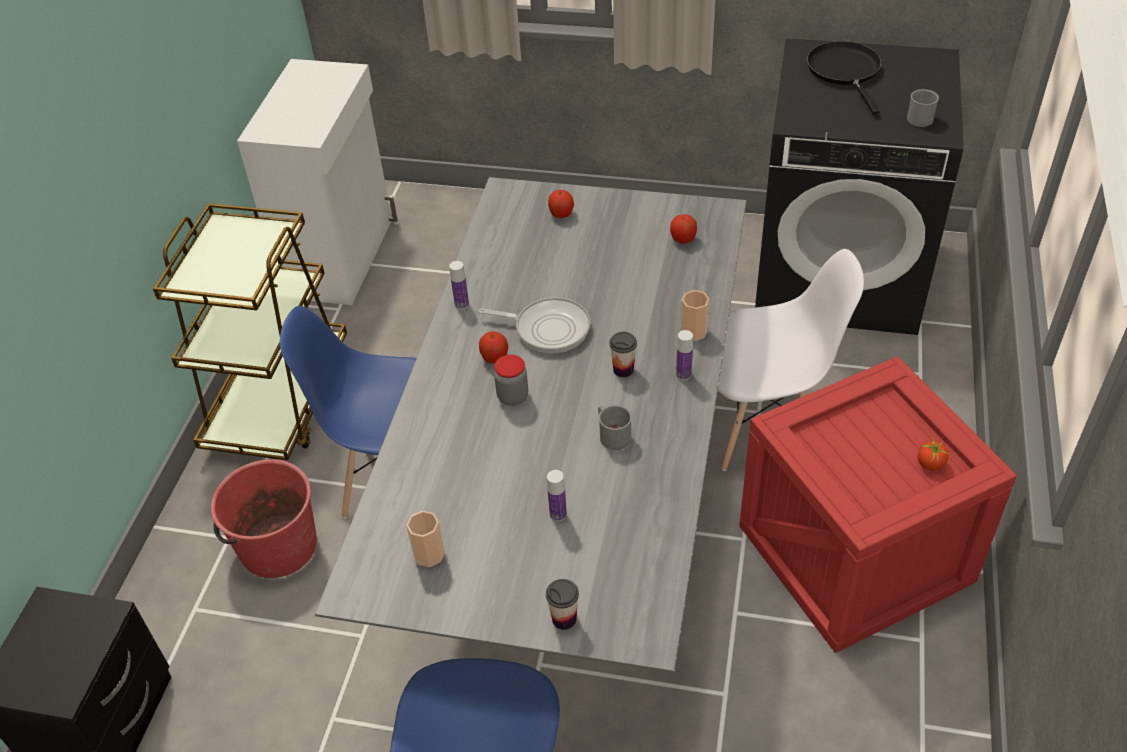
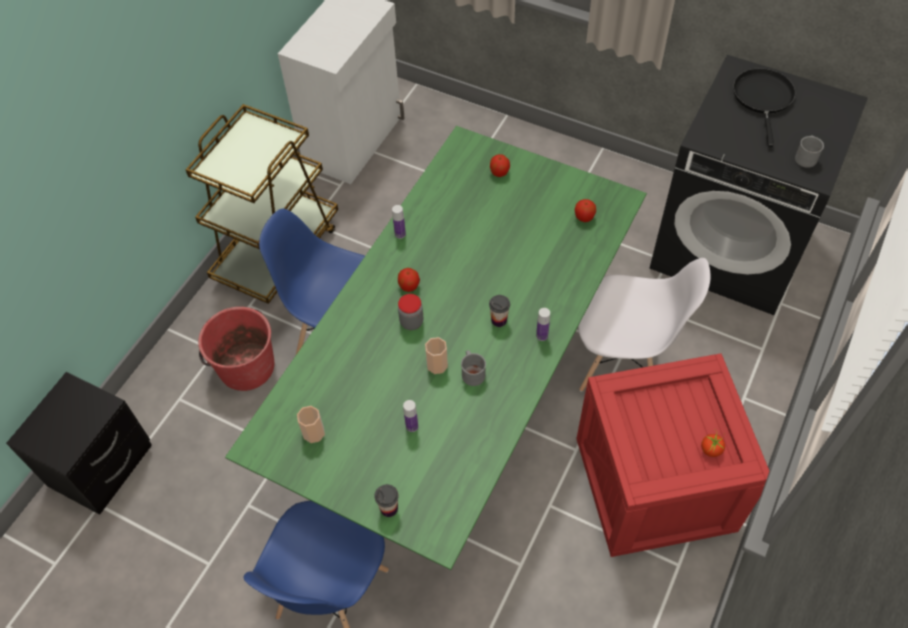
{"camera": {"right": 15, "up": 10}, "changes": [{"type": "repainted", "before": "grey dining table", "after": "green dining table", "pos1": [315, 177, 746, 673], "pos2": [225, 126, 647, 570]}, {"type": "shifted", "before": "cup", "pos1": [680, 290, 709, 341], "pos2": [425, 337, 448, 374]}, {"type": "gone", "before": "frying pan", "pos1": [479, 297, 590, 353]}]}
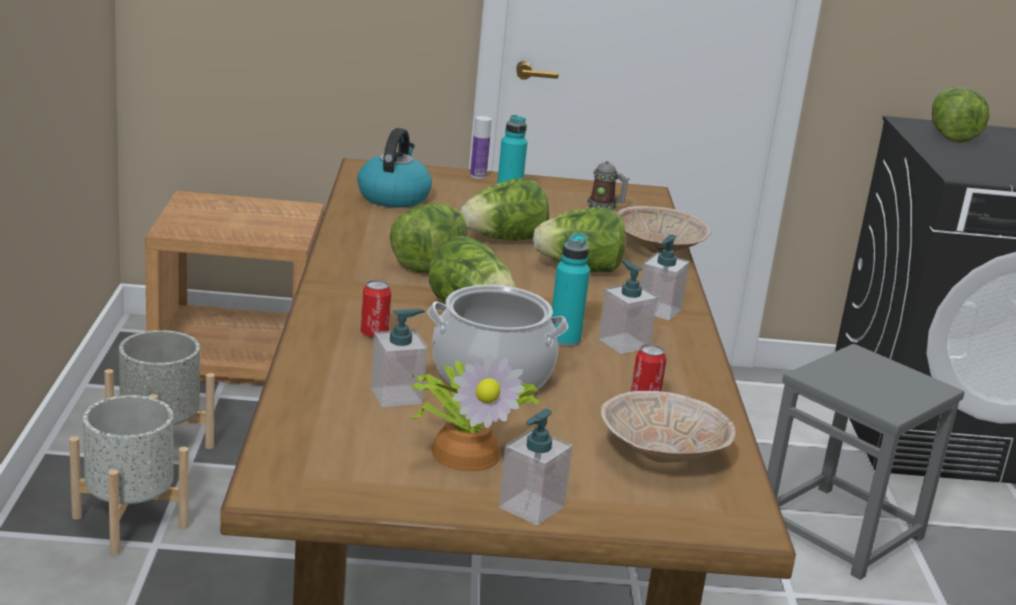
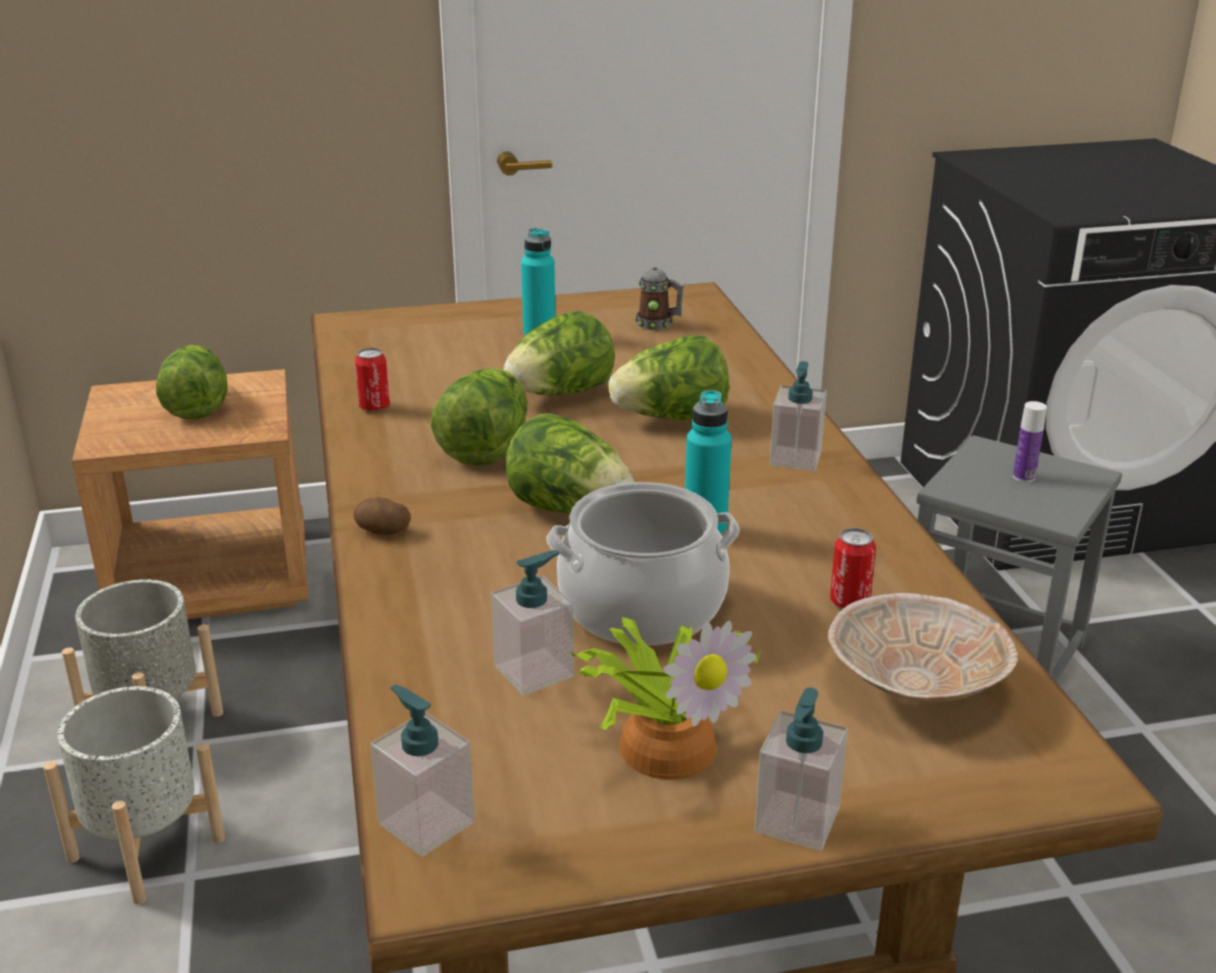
{"camera": {"right": -10, "up": 5}, "changes": [{"type": "shifted", "before": "lettuce", "pos1": [932, 87, 989, 143], "pos2": [156, 345, 228, 419]}, {"type": "new", "after": "potato", "pos2": [353, 497, 411, 535]}, {"type": "shifted", "before": "can", "pos1": [360, 280, 391, 338], "pos2": [355, 348, 390, 412]}, {"type": "shifted", "before": "soap dispenser", "pos1": [598, 260, 658, 354], "pos2": [370, 685, 475, 857]}, {"type": "shifted", "before": "bottle", "pos1": [470, 116, 492, 179], "pos2": [1013, 401, 1047, 482]}, {"type": "gone", "before": "kettle", "pos1": [357, 128, 432, 208]}, {"type": "gone", "before": "beige bowl", "pos1": [617, 206, 711, 253]}]}
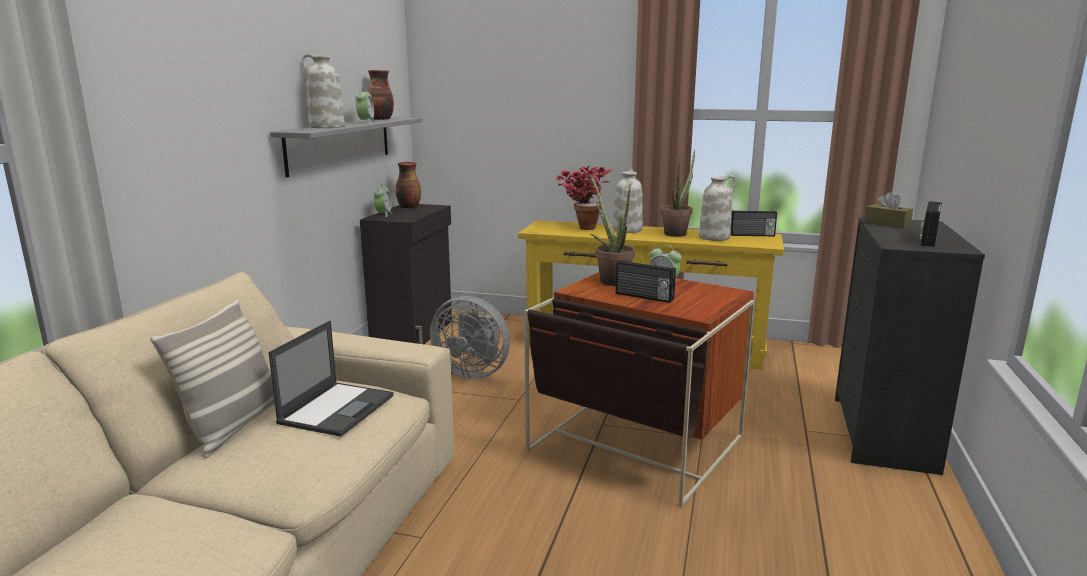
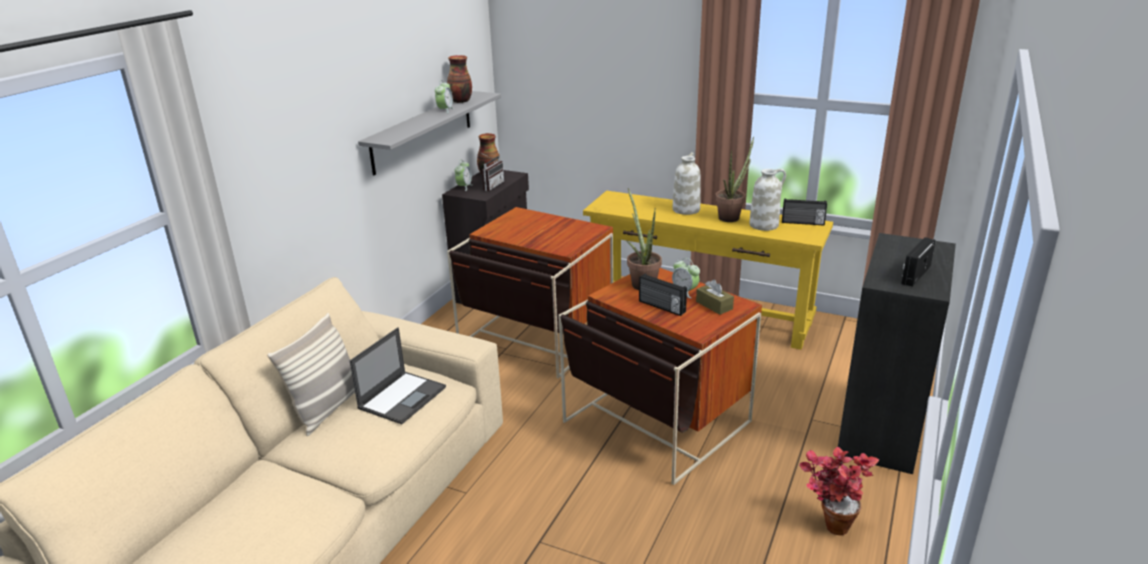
{"camera": {"right": 10, "up": 10}, "changes": [{"type": "swapped", "before": "grey fan", "after": "side table", "pos1": [430, 296, 510, 379], "pos2": [447, 207, 613, 379]}, {"type": "new", "after": "radio", "pos2": [479, 152, 504, 191]}, {"type": "shifted", "before": "brown tissue box", "pos1": [865, 192, 913, 228], "pos2": [696, 279, 734, 315]}, {"type": "shifted", "before": "potted plant", "pos1": [557, 166, 611, 230], "pos2": [799, 447, 879, 535]}, {"type": "gone", "before": "white vase", "pos1": [302, 53, 345, 128]}]}
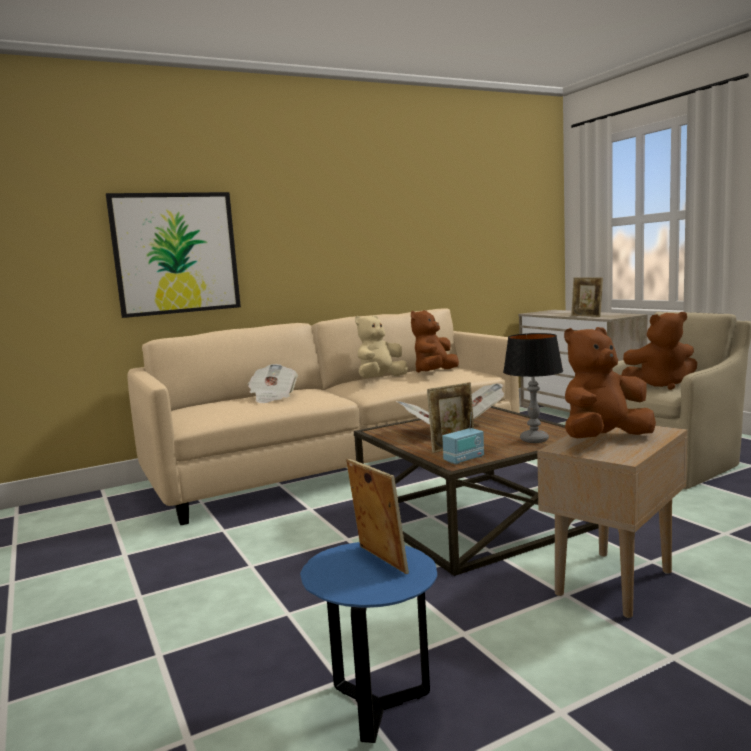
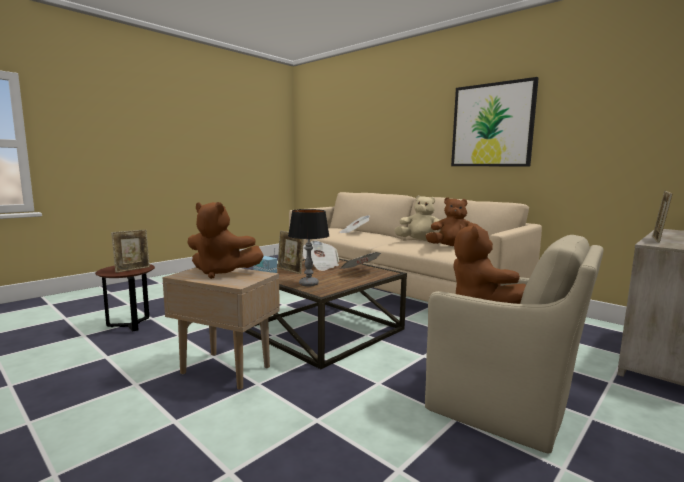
{"camera": {"right": 70, "up": 0}, "changes": [{"type": "repainted", "before": "blue side table", "after": "brown side table", "pos1": [300, 542, 437, 743], "pos2": [95, 264, 155, 332]}, {"type": "rotated", "before": "brown plush toy", "pos1": [564, 327, 656, 438], "pos2": [187, 202, 264, 279], "turn": 150}, {"type": "shifted", "before": "picture", "pos1": [106, 192, 241, 318], "pos2": [451, 77, 539, 167]}]}
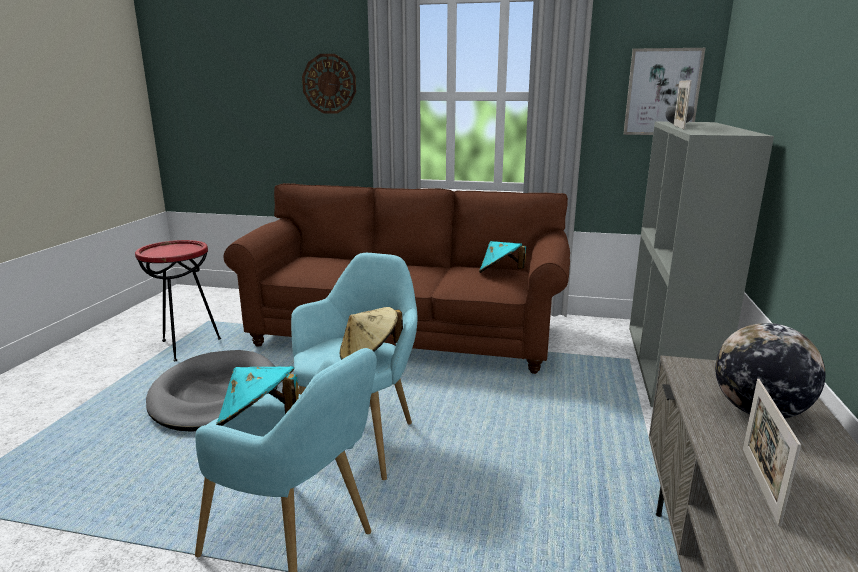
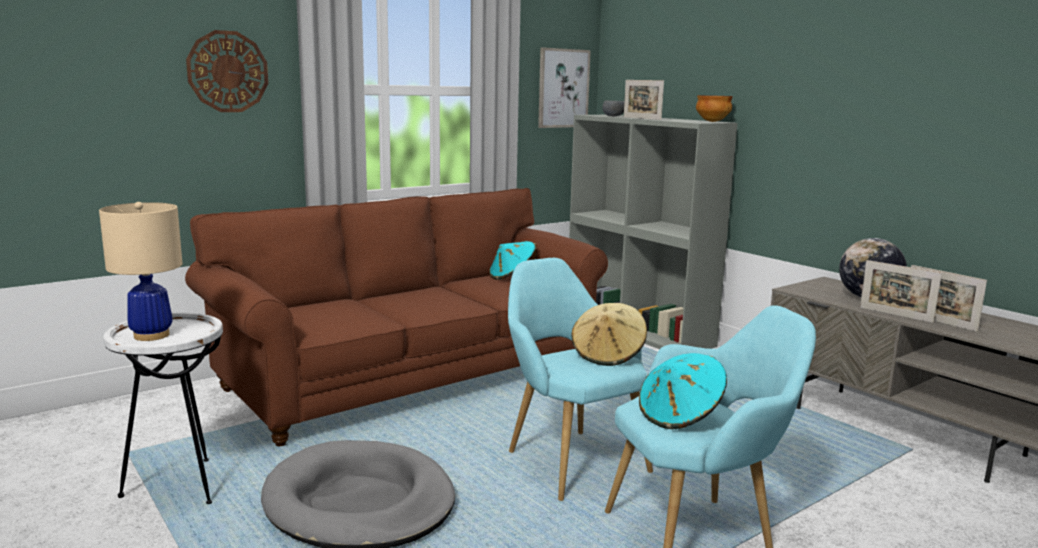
{"camera": {"right": -50, "up": -5}, "changes": [{"type": "new", "after": "beige table lamp", "pos2": [99, 202, 183, 341]}, {"type": "repainted", "before": "red side table", "after": "white side table", "pos1": [135, 240, 221, 361], "pos2": [103, 313, 223, 504]}, {"type": "new", "after": "bowl", "pos2": [696, 95, 733, 122]}, {"type": "new", "after": "picture frame", "pos2": [860, 260, 942, 323]}]}
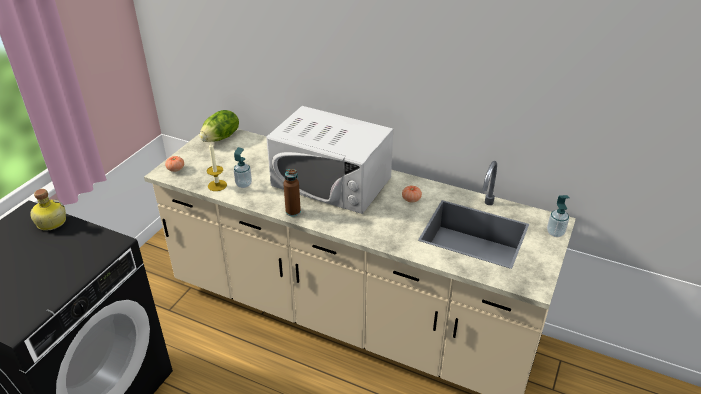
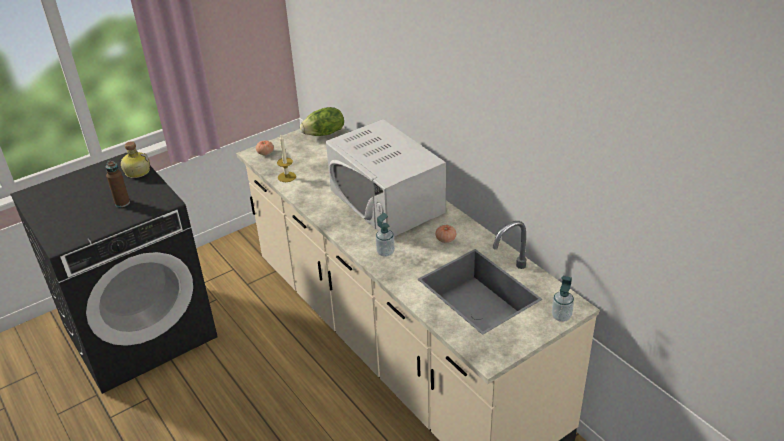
{"camera": {"right": 30, "up": 0}, "changes": [{"type": "shifted", "before": "brown bottle", "pos1": [283, 169, 301, 216], "pos2": [106, 160, 130, 207]}, {"type": "shifted", "before": "soap dispenser", "pos1": [234, 147, 252, 188], "pos2": [376, 213, 395, 257]}]}
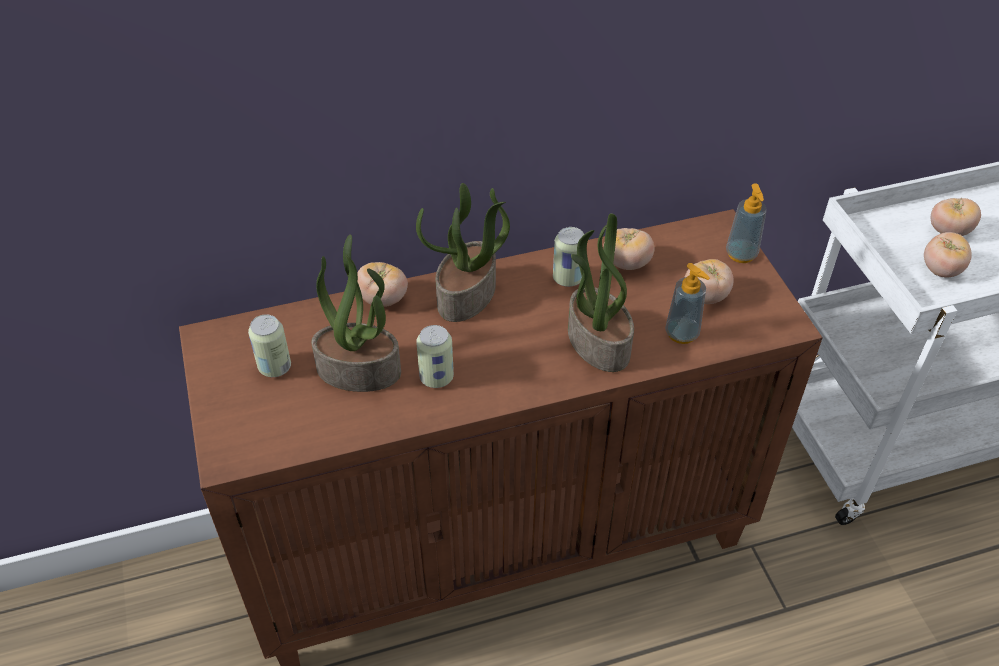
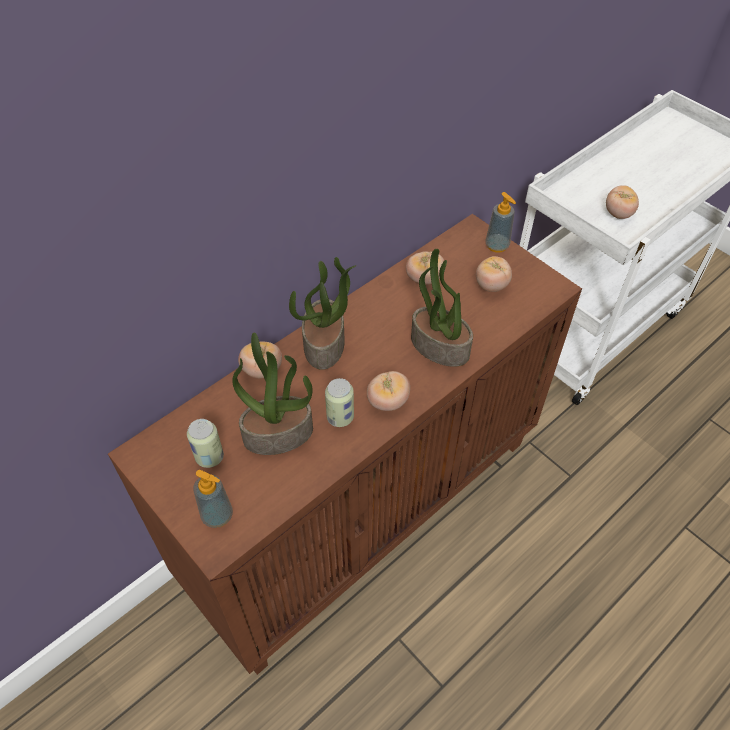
{"camera": {"right": -25, "up": 5}, "changes": [{"type": "shifted", "before": "soap dispenser", "pos1": [665, 263, 710, 344], "pos2": [193, 470, 233, 528]}, {"type": "shifted", "before": "tomato", "pos1": [931, 198, 981, 236], "pos2": [367, 371, 410, 411]}, {"type": "gone", "before": "can", "pos1": [553, 227, 584, 287]}]}
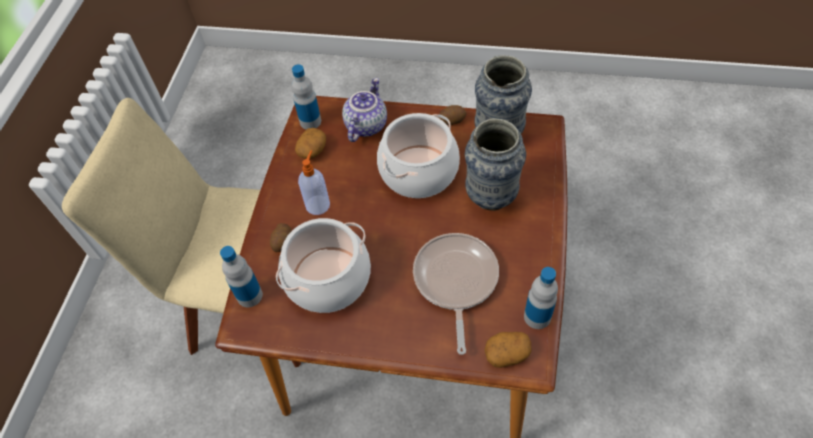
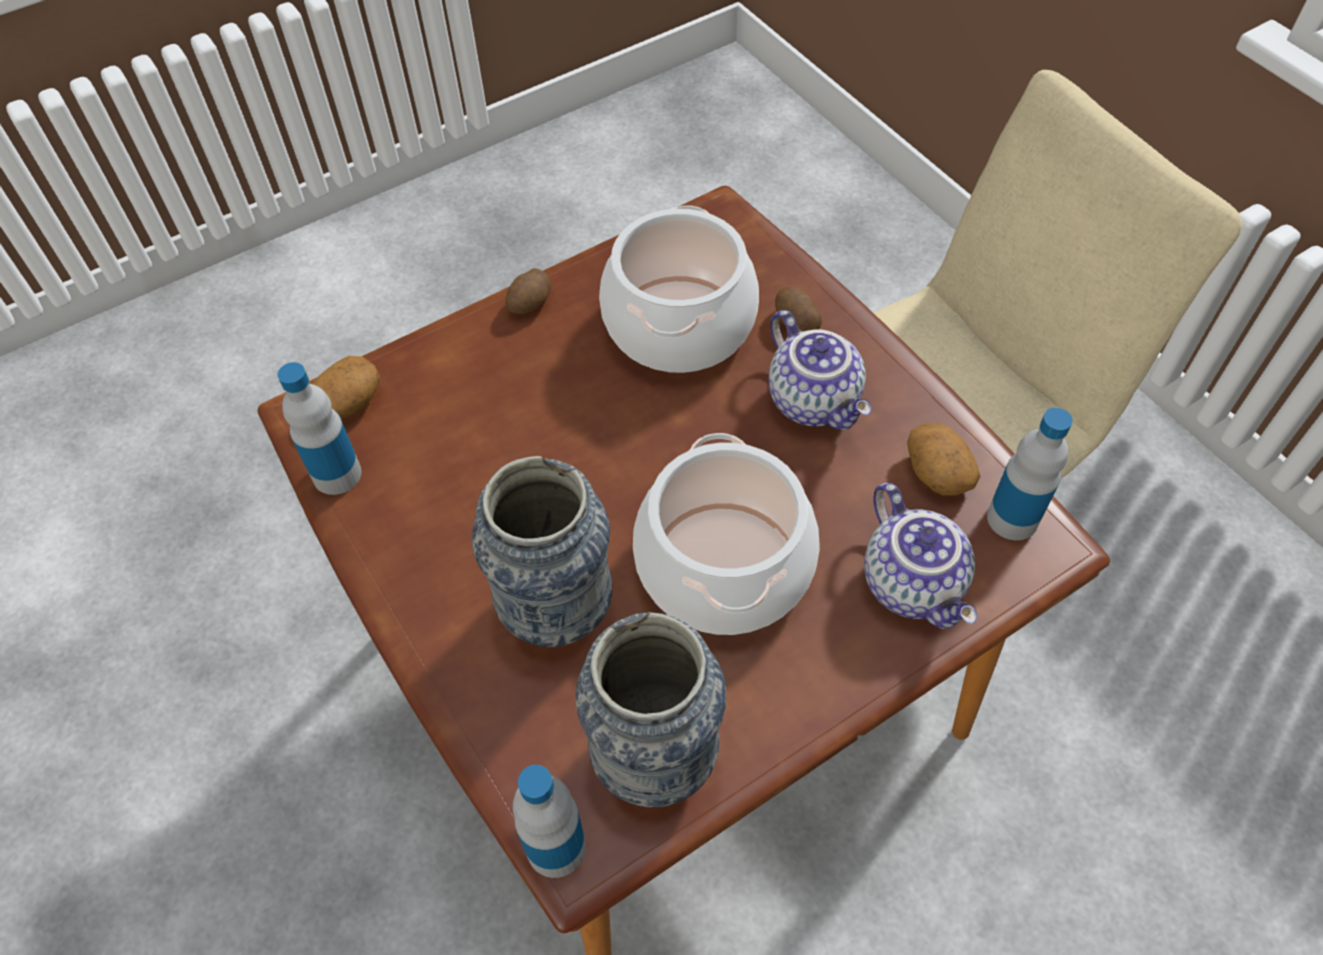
{"camera": {"right": 135, "up": 0}, "changes": [{"type": "shifted", "before": "potato", "pos1": [439, 105, 467, 125], "pos2": [505, 268, 551, 314]}, {"type": "shifted", "before": "bottle", "pos1": [220, 246, 263, 307], "pos2": [513, 765, 586, 878]}, {"type": "swapped", "before": "soap dispenser", "after": "teapot", "pos1": [298, 150, 330, 215], "pos2": [769, 310, 871, 430]}, {"type": "gone", "before": "frying pan", "pos1": [413, 233, 499, 355]}]}
